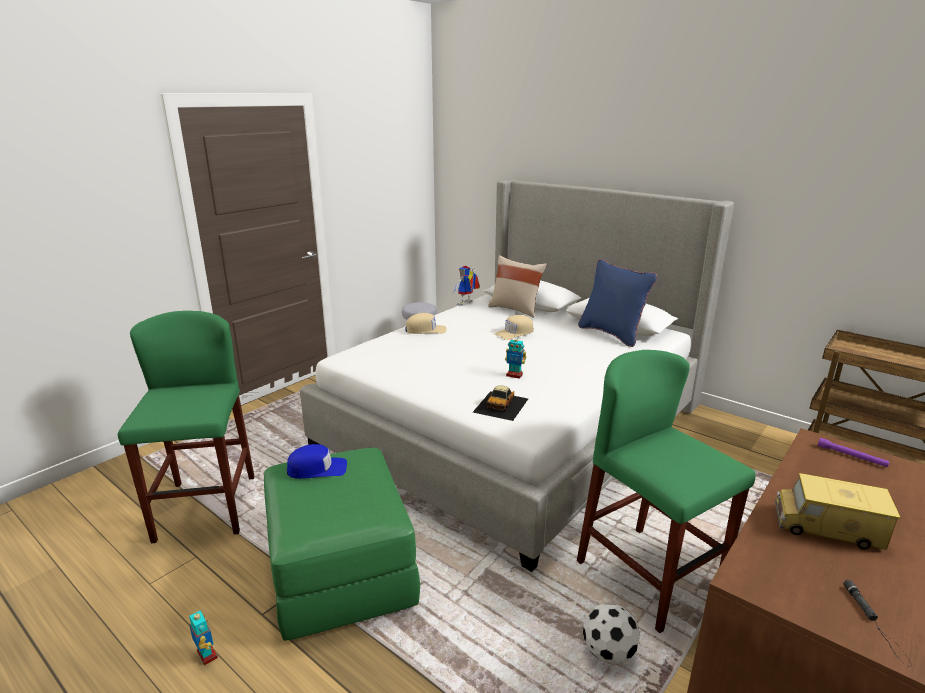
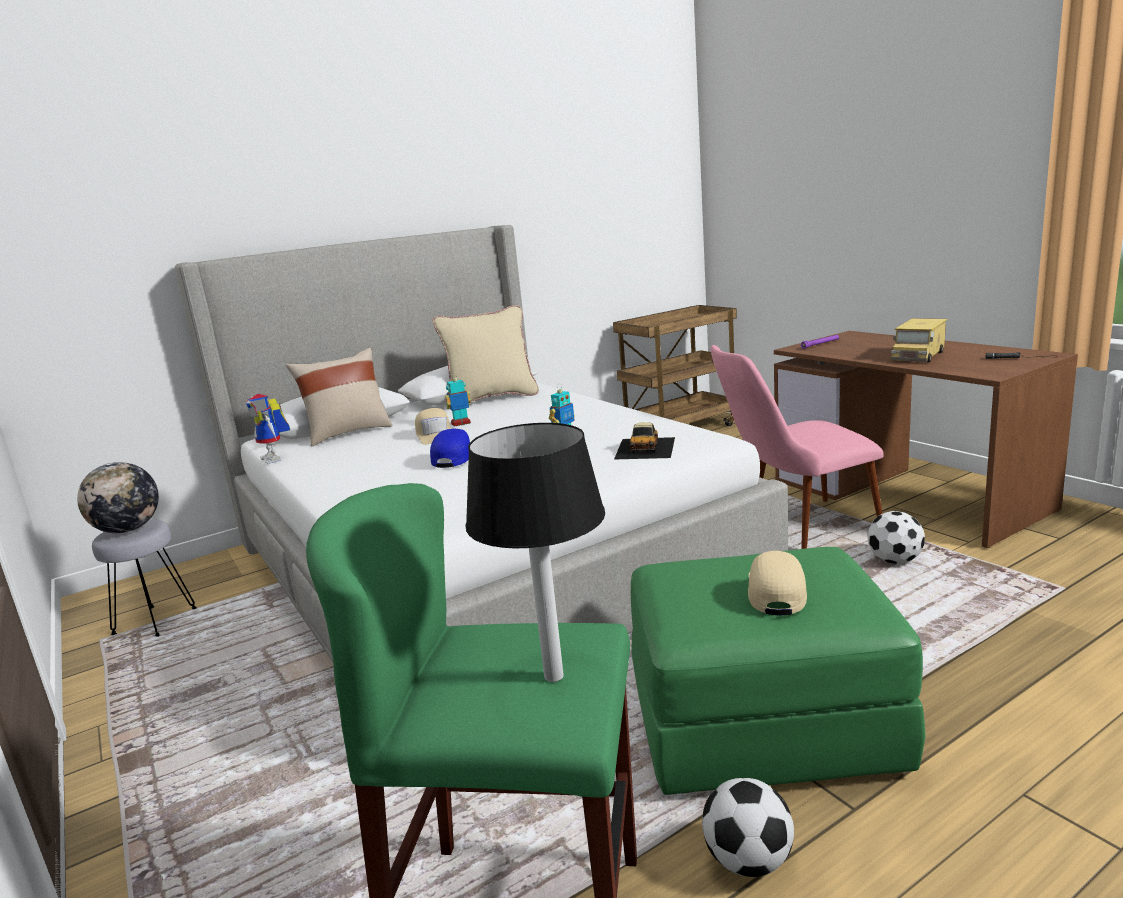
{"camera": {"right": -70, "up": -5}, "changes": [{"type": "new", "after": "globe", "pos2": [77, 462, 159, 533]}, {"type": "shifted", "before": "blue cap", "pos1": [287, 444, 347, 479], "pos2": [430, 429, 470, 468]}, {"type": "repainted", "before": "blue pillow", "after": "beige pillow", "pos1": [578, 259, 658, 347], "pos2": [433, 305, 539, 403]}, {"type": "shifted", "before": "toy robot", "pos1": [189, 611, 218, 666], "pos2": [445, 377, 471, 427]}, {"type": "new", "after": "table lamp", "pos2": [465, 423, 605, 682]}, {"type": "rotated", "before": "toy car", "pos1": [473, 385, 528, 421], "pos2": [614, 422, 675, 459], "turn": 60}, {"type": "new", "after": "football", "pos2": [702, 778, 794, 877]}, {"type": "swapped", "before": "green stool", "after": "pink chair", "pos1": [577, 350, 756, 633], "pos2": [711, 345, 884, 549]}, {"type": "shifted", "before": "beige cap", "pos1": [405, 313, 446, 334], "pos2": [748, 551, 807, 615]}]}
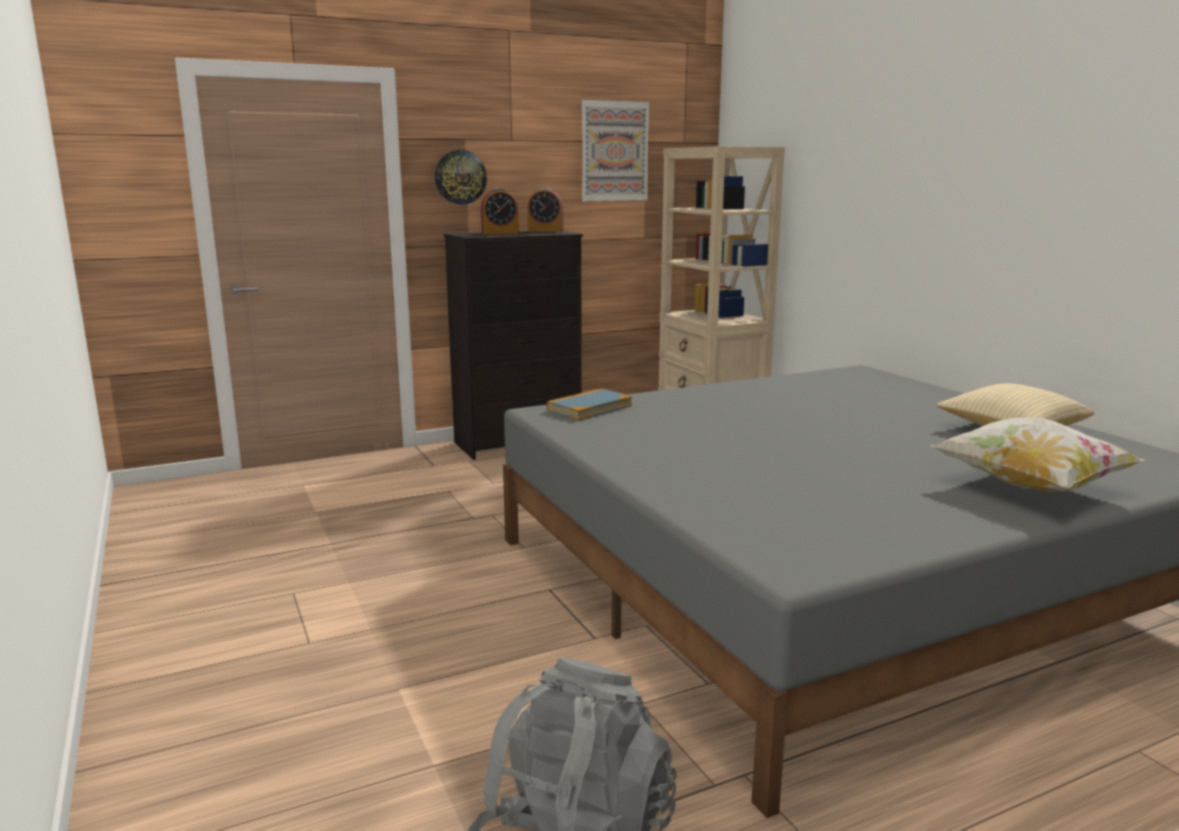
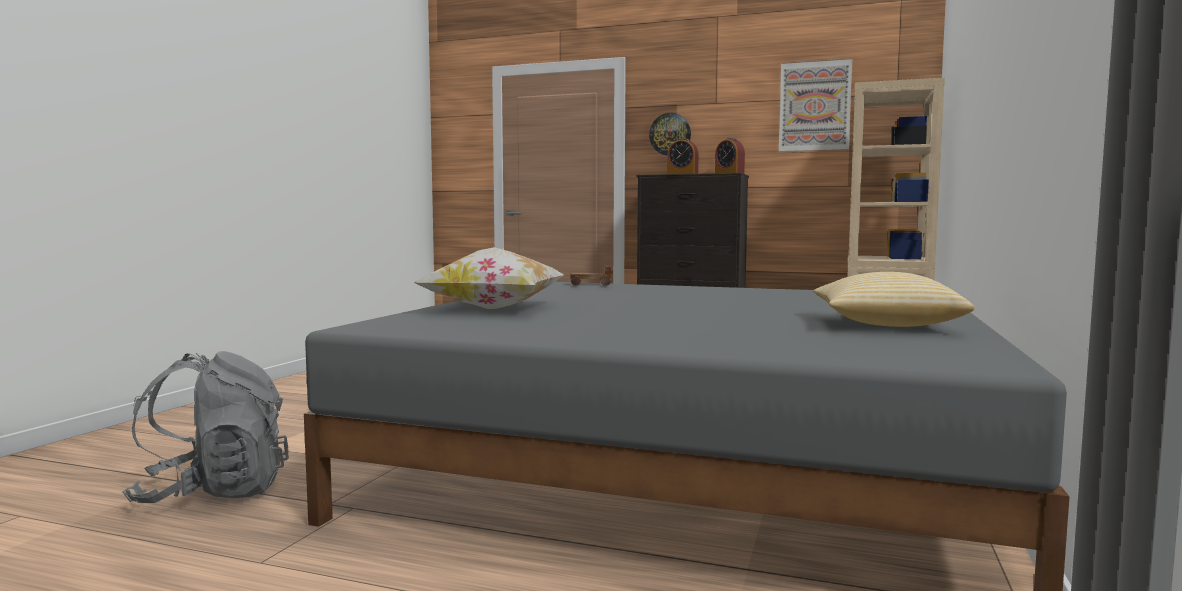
{"camera": {"right": 45, "up": -10}, "changes": [{"type": "shifted", "before": "pillow", "pos1": [931, 417, 1145, 492], "pos2": [413, 247, 564, 309]}, {"type": "swapped", "before": "book", "after": "toy car", "pos1": [547, 389, 632, 420], "pos2": [570, 266, 613, 286]}]}
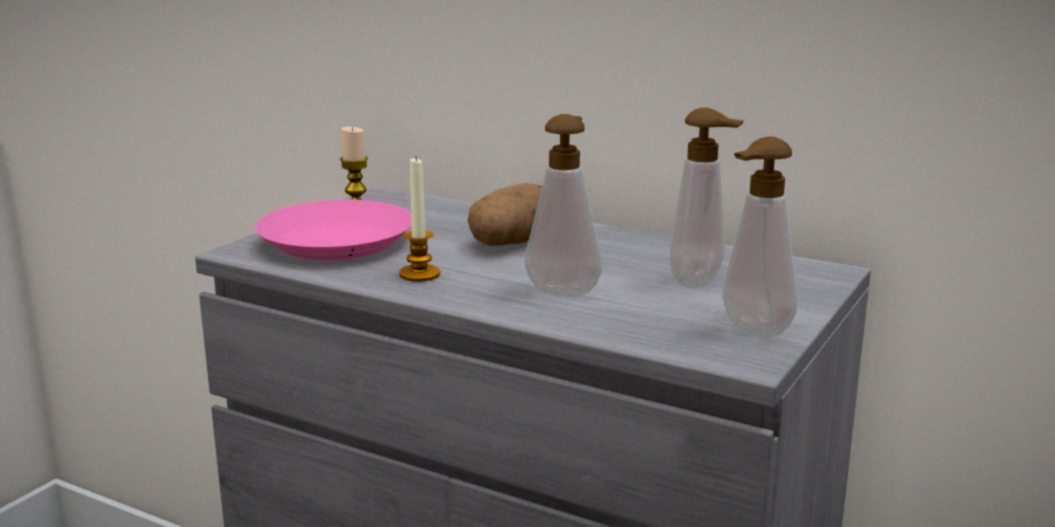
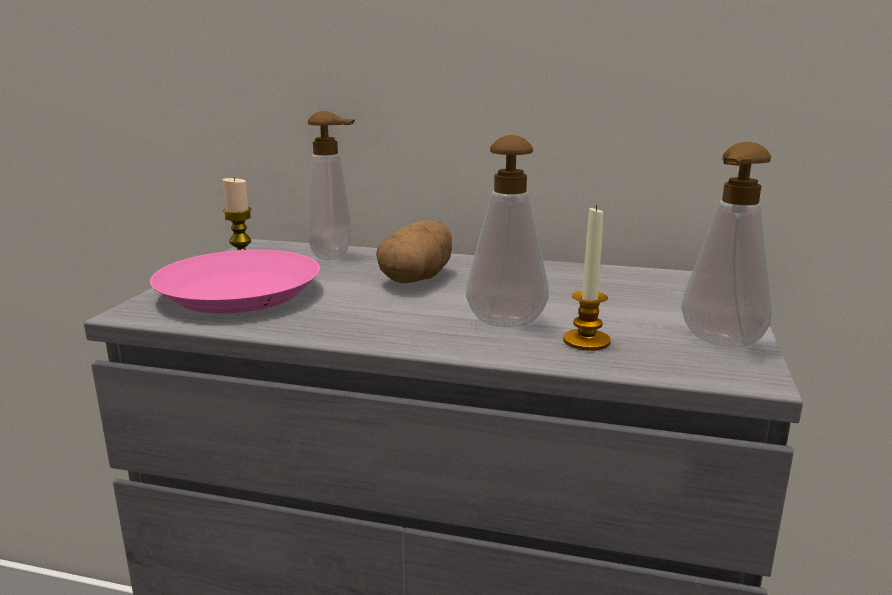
{"camera": {"right": -15, "up": 0}, "changes": [{"type": "shifted", "before": "soap dispenser", "pos1": [670, 108, 744, 288], "pos2": [307, 111, 355, 260]}, {"type": "shifted", "before": "candle", "pos1": [399, 158, 440, 282], "pos2": [563, 204, 611, 351]}]}
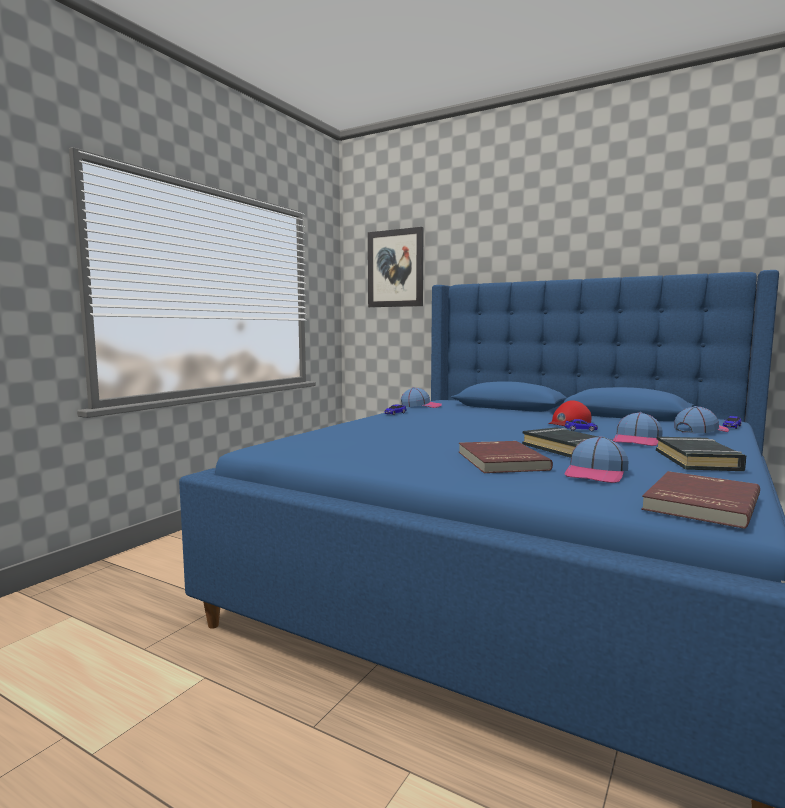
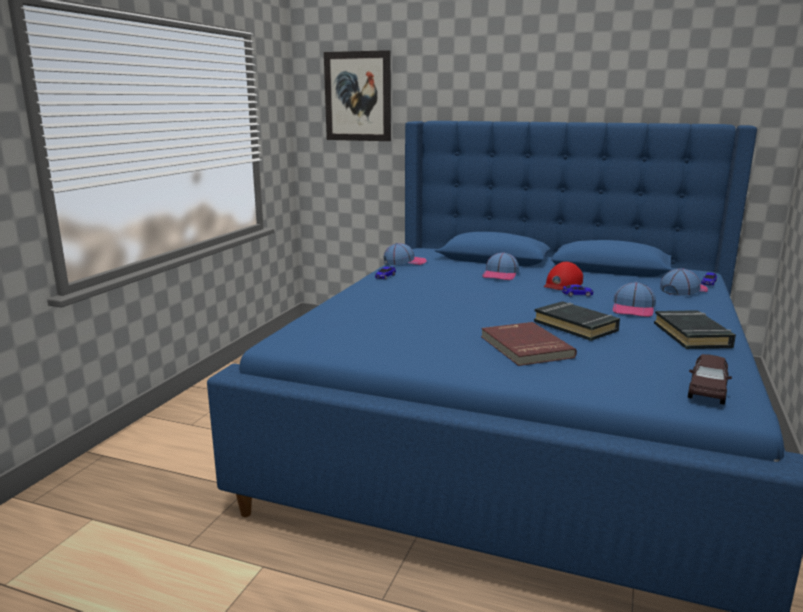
{"camera": {"right": -10, "up": 10}, "changes": [{"type": "shifted", "before": "cap", "pos1": [565, 436, 628, 483], "pos2": [482, 252, 519, 280]}, {"type": "swapped", "before": "red book", "after": "brown toy car", "pos1": [641, 471, 760, 529], "pos2": [688, 354, 732, 405]}]}
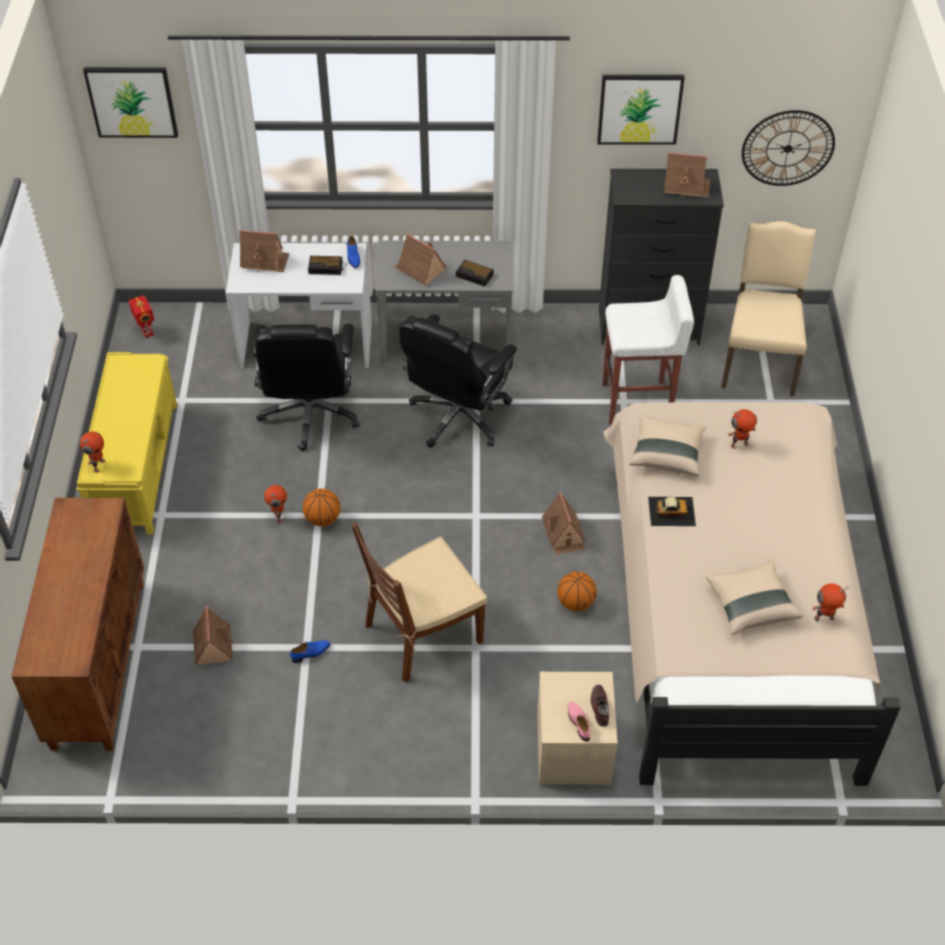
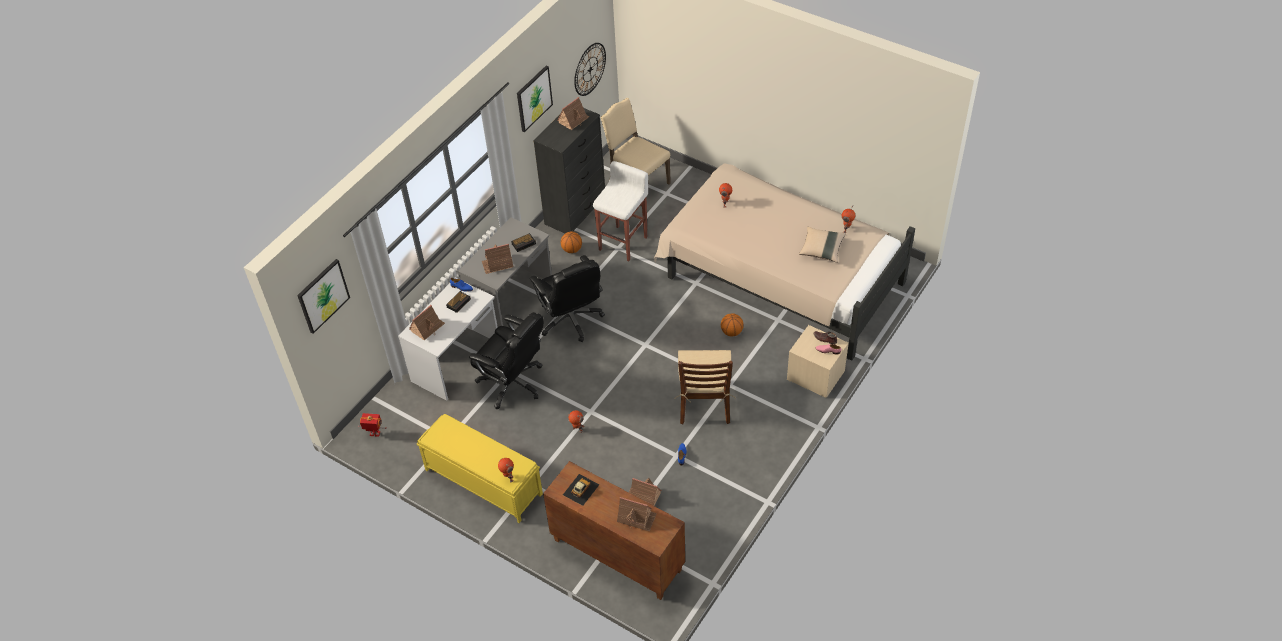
{"camera": {"right": -55, "up": 0}, "changes": [{"type": "shifted", "before": "basketball", "pos1": [303, 489, 340, 526], "pos2": [561, 232, 582, 253]}, {"type": "shifted", "before": "toy car", "pos1": [648, 497, 696, 526], "pos2": [563, 474, 599, 506]}, {"type": "shifted", "before": "toy house", "pos1": [542, 491, 586, 555], "pos2": [617, 497, 657, 532]}, {"type": "gone", "before": "beige pillow", "pos1": [629, 415, 706, 476]}]}
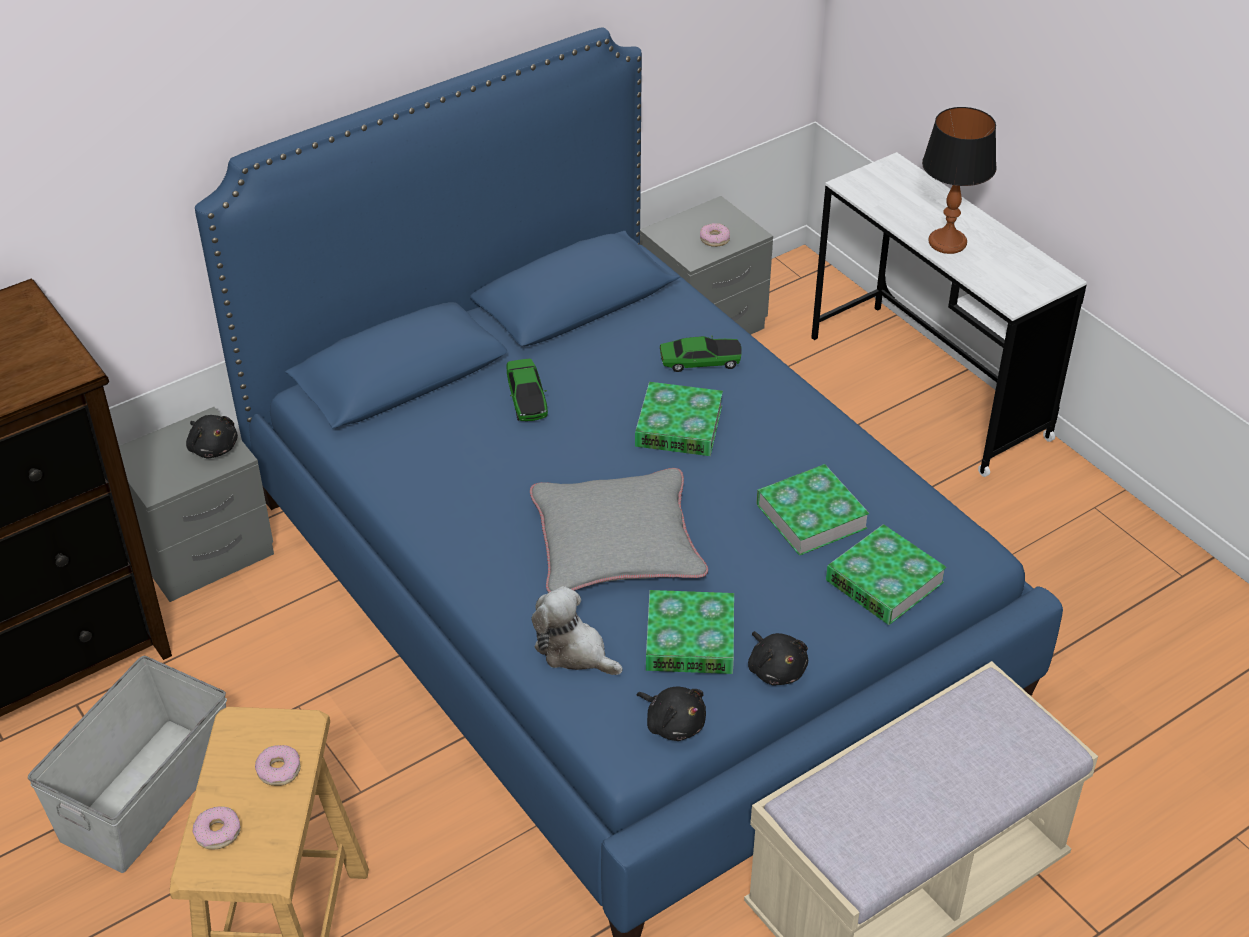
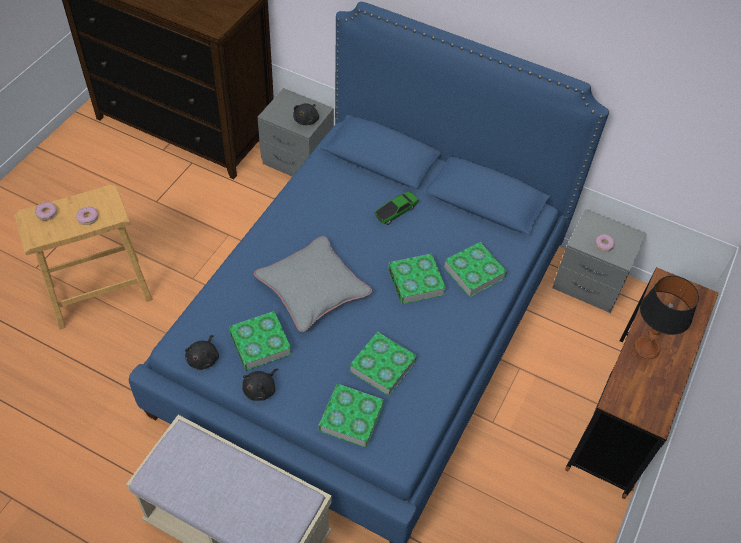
{"camera": {"right": 60, "up": 10}, "changes": [{"type": "swapped", "before": "toy car", "after": "book", "pos1": [660, 335, 742, 372], "pos2": [444, 242, 507, 297]}, {"type": "repainted", "before": "white desk", "after": "brown desk", "pos1": [811, 152, 1087, 477], "pos2": [565, 267, 718, 499]}, {"type": "gone", "before": "grey storage box", "pos1": [28, 656, 227, 873]}, {"type": "gone", "before": "plush toy", "pos1": [531, 586, 623, 675]}]}
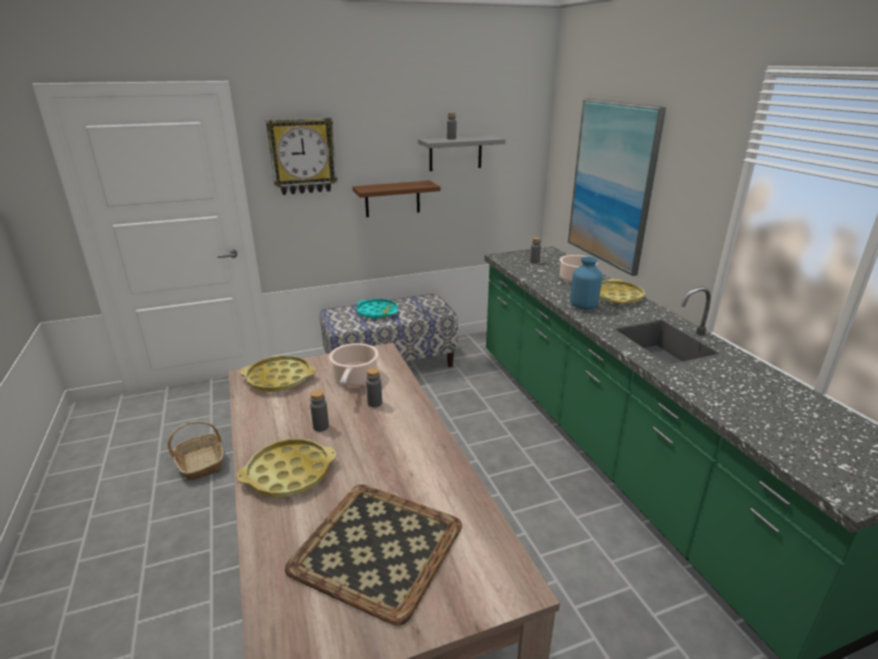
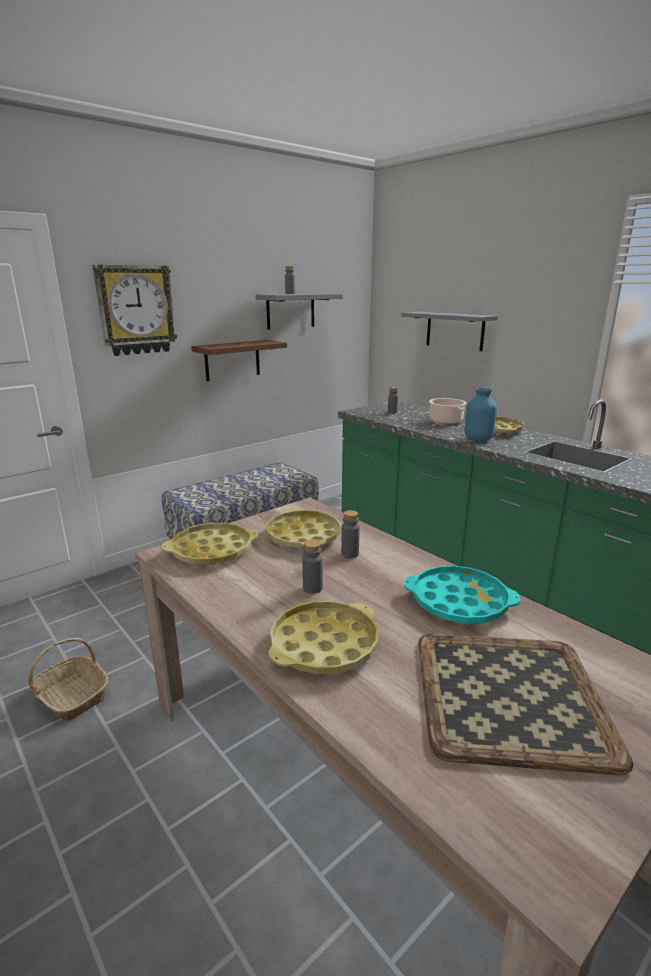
{"camera": {"right": -20, "up": -5}, "changes": [{"type": "swapped", "before": "cooking pot", "after": "yellow tray", "pos1": [329, 343, 378, 386], "pos2": [265, 508, 341, 548]}, {"type": "swapped", "before": "picture", "after": "grey shelf", "pos1": [568, 99, 666, 276], "pos2": [401, 312, 498, 351]}, {"type": "shifted", "before": "turquoise tray", "pos1": [356, 299, 398, 319], "pos2": [404, 566, 520, 624]}]}
